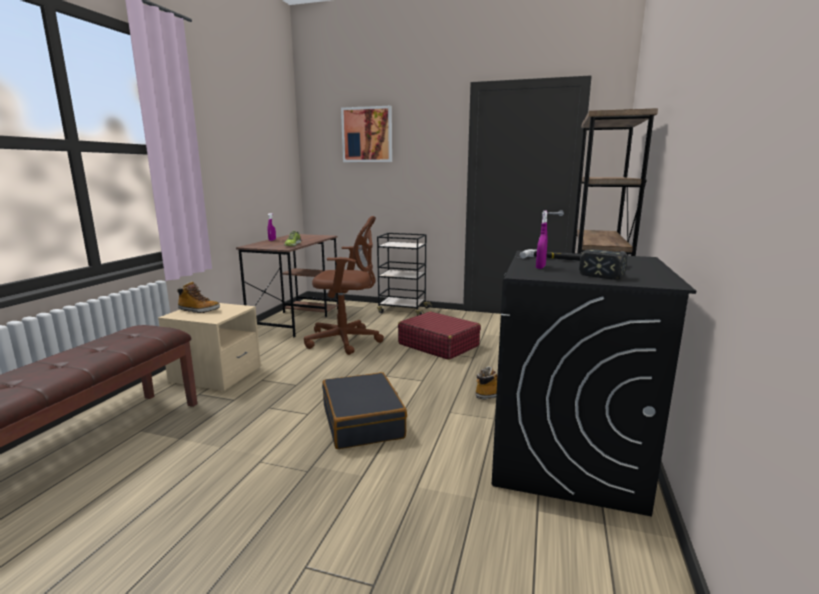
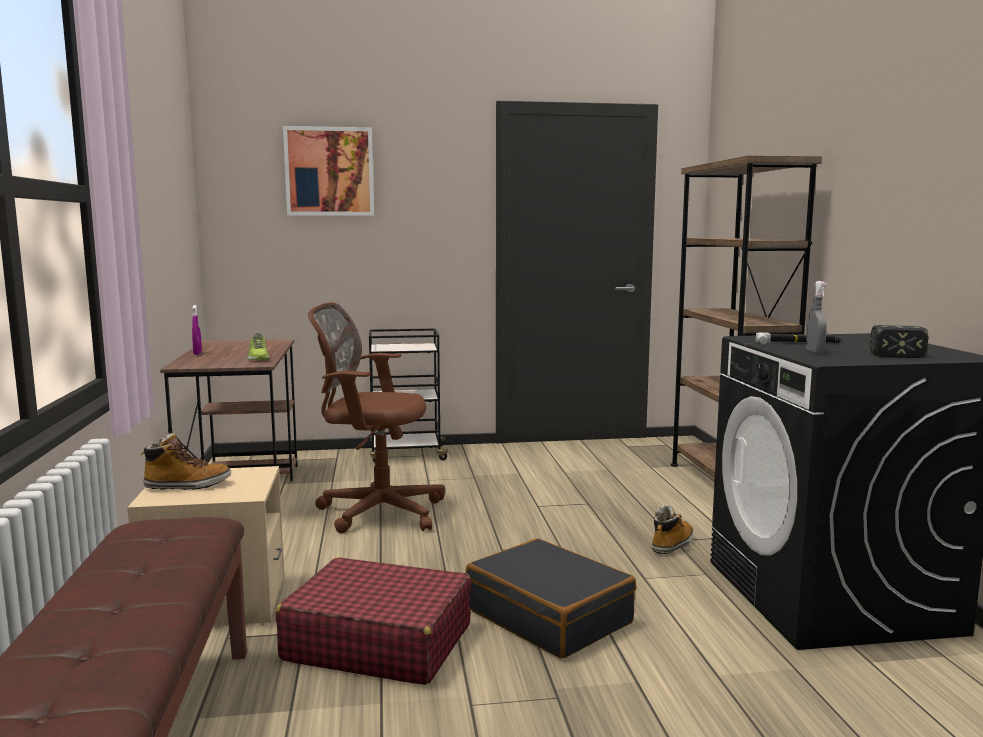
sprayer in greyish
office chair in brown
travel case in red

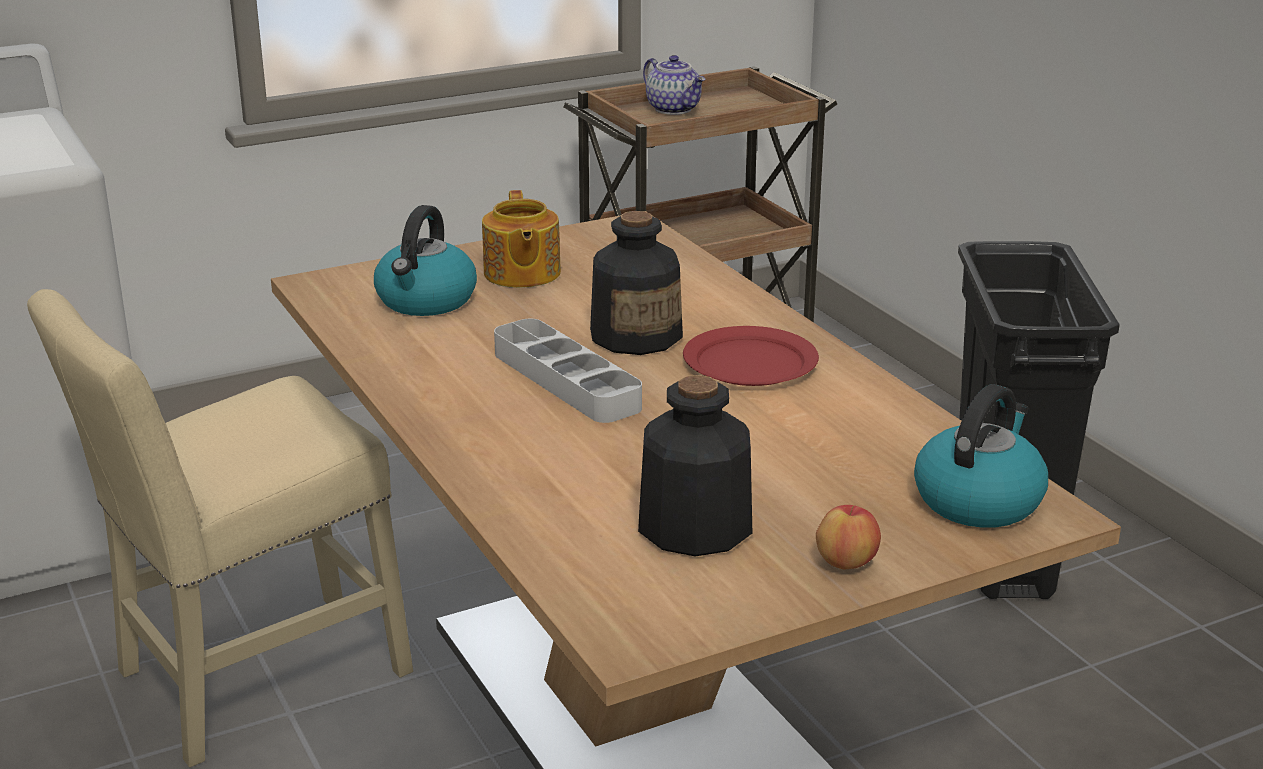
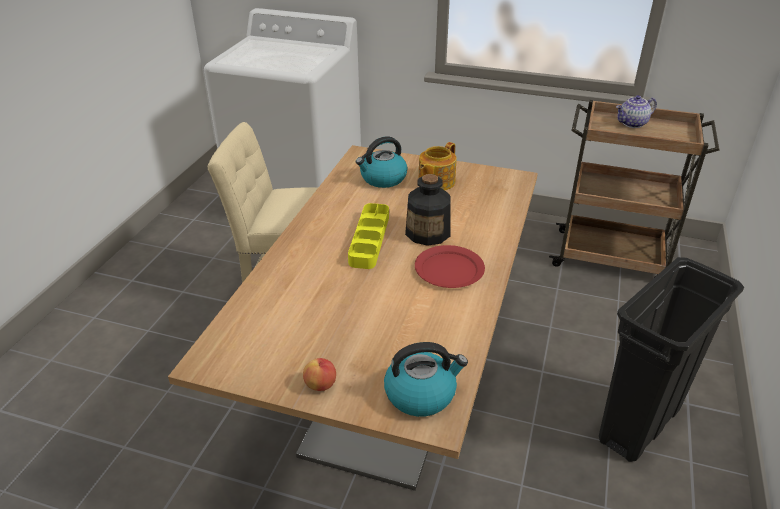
teapot (2nd from left)
tray in yellowish
beverage bottle (2nd from left in the first image)

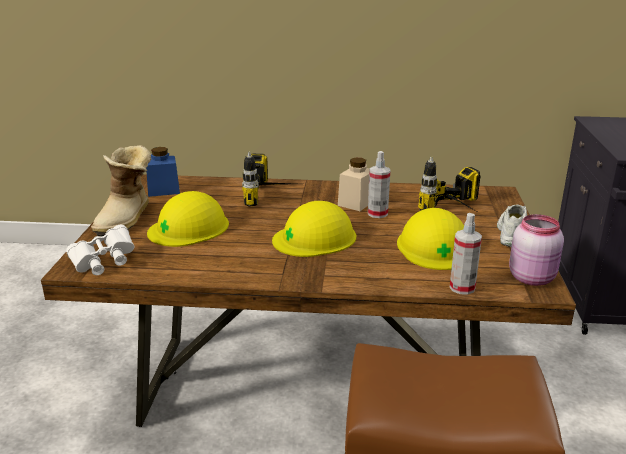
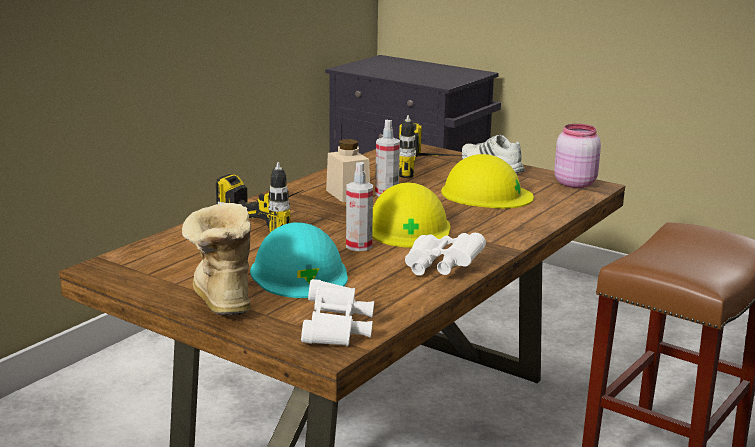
tall boot
preserve jar in blue-coloured
work helmet in blue-green
sprayer (1st from left)
pair of binoculars in whitish (2nd from left)

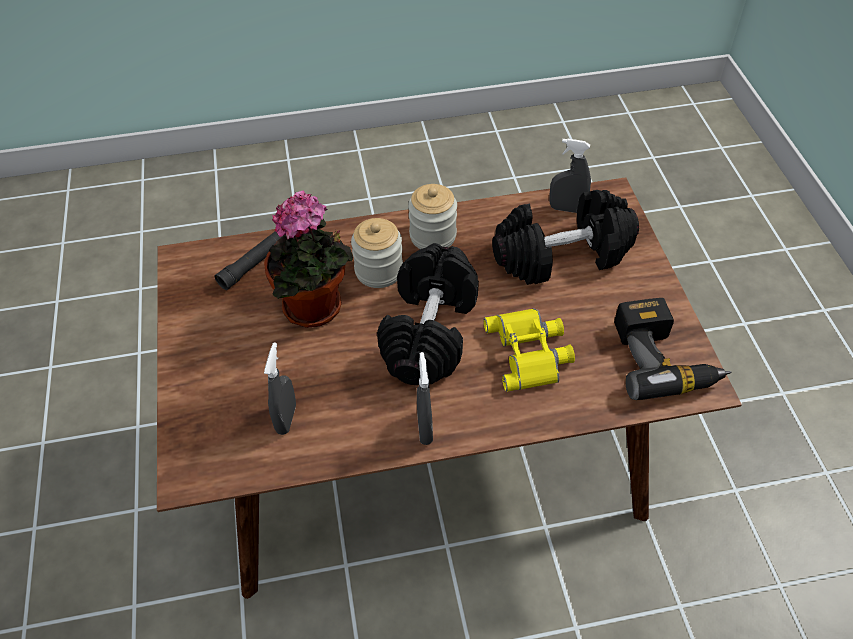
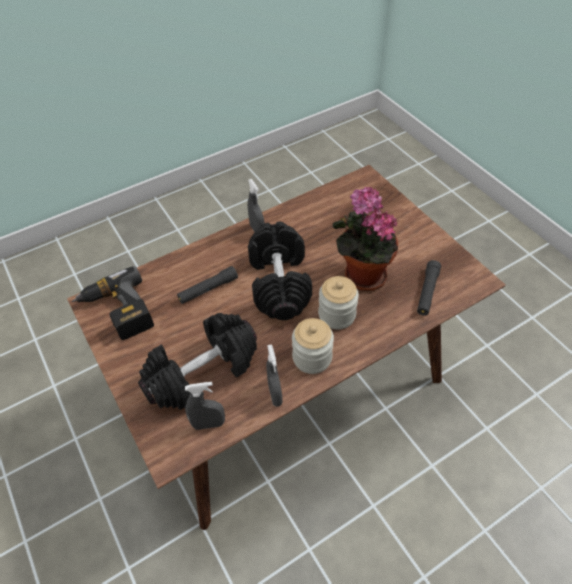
flashlight in black-coloured (1st from left)
sprayer in greyish (3rd from left)

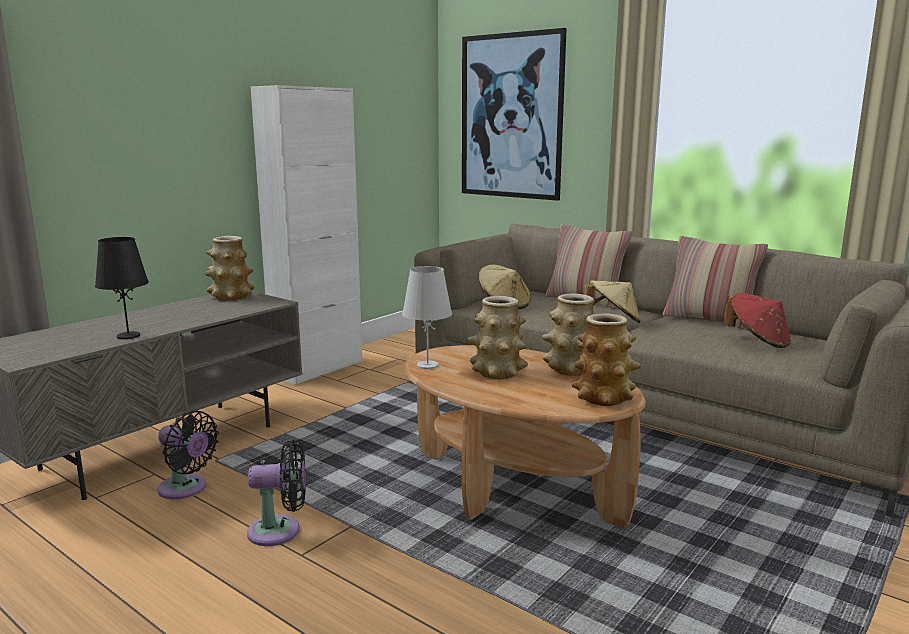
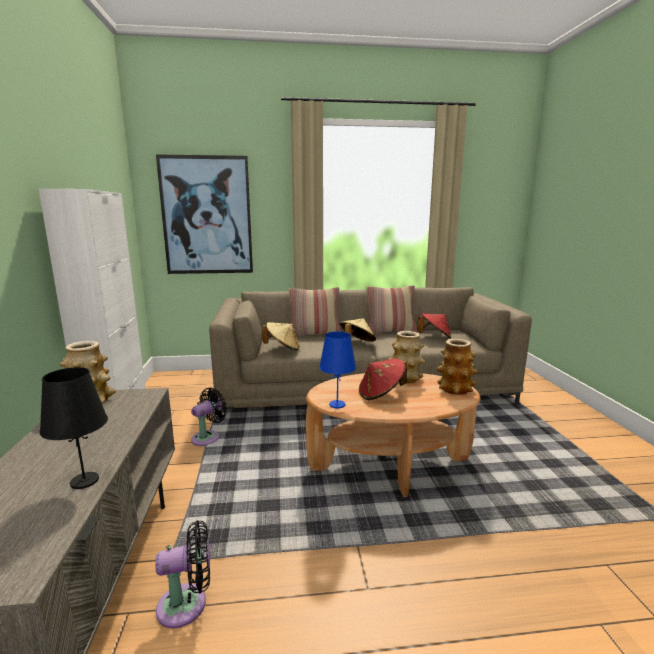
table lamp in blue-coloured
hat in red (1st from left)
fan in black-coloured (2nd from left)

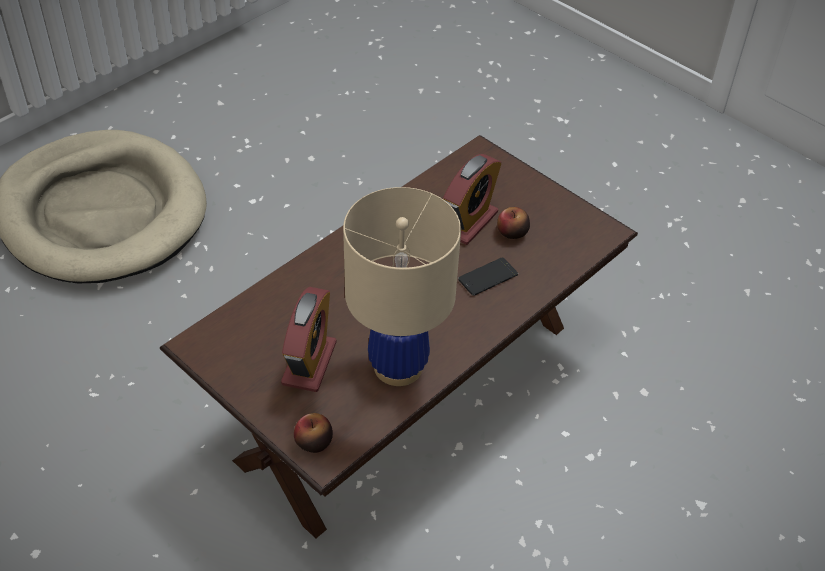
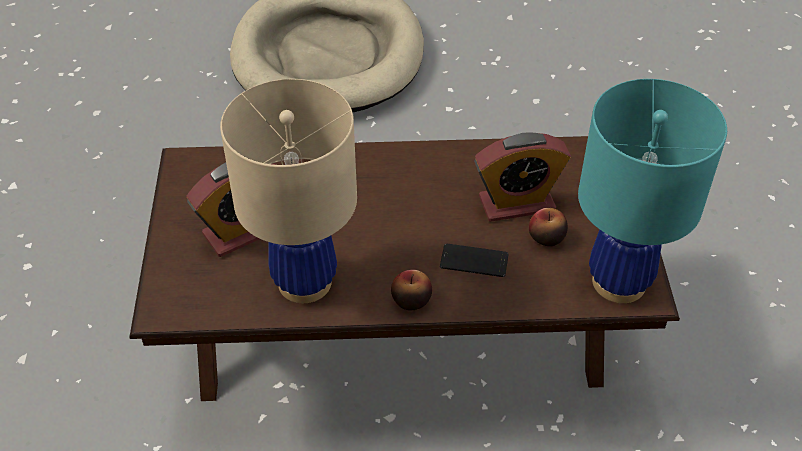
apple fruit (1st from left)
table lamp in blue-green

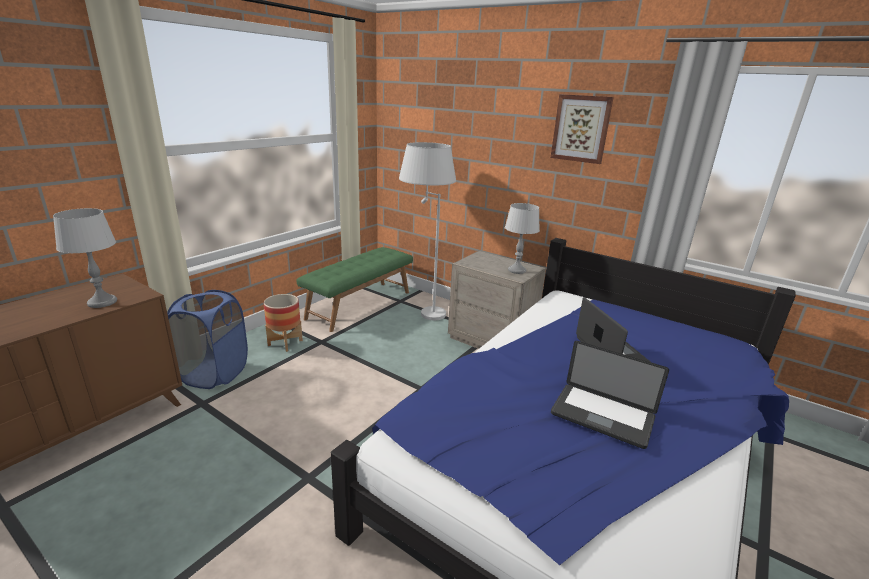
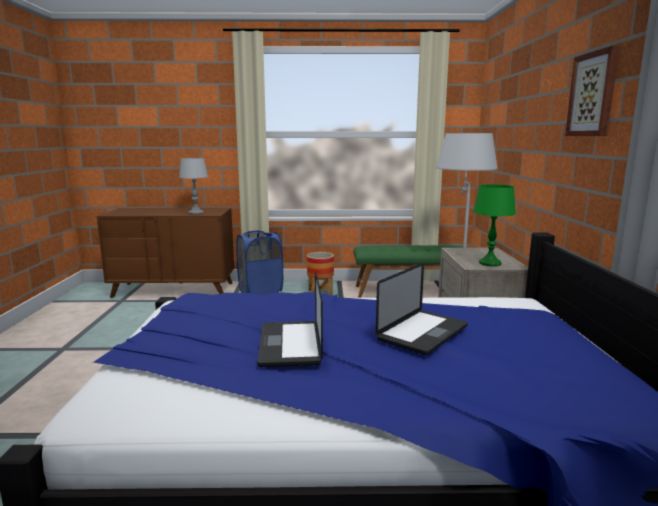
table lamp in green

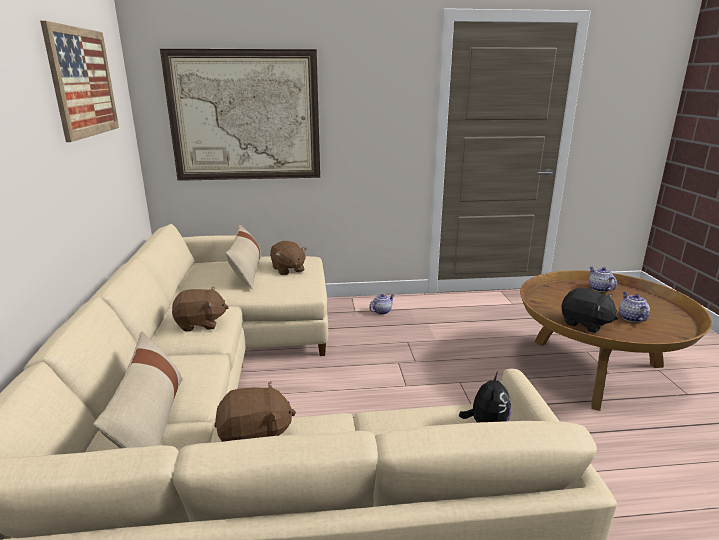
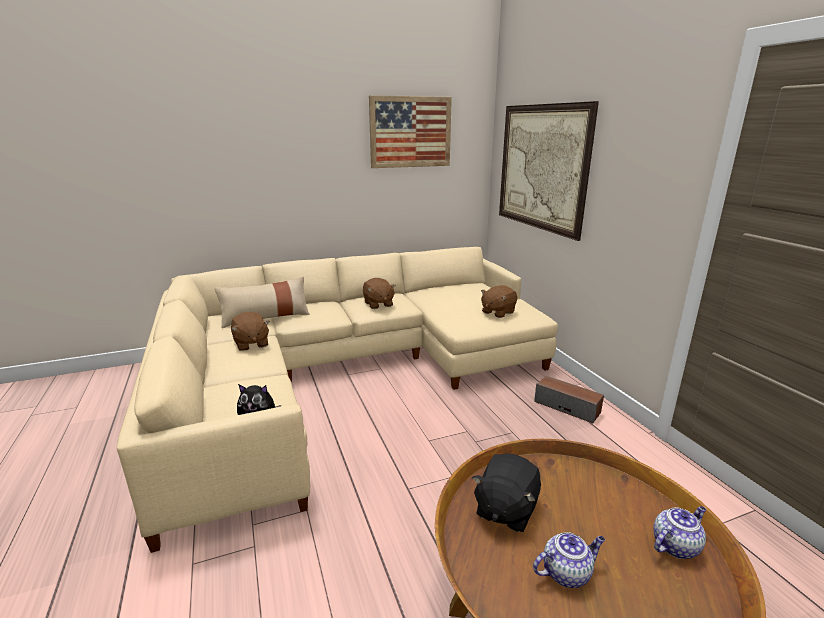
cushion in sand-coloured (2nd from left in the first image)
speaker

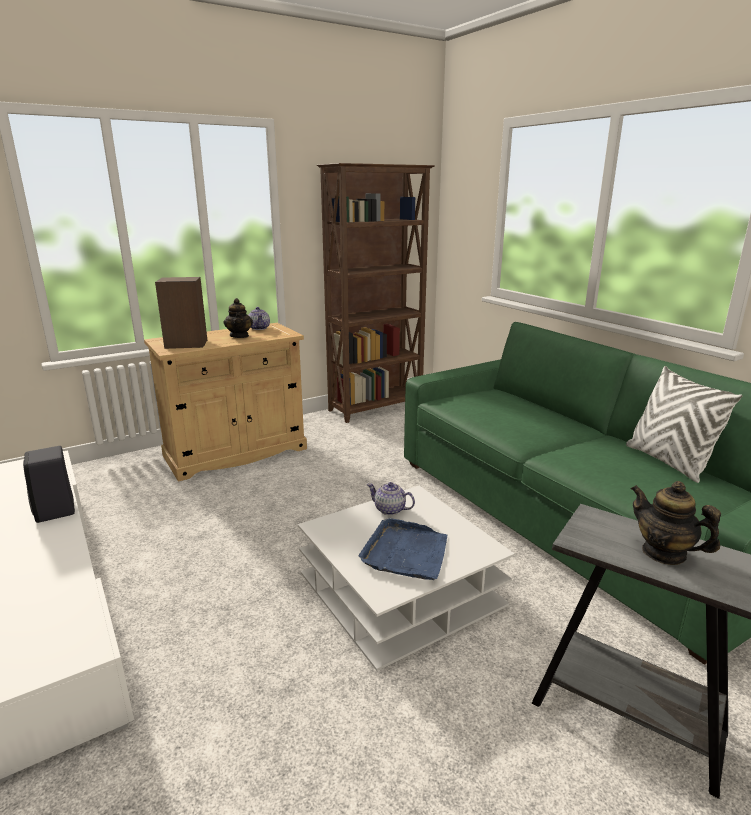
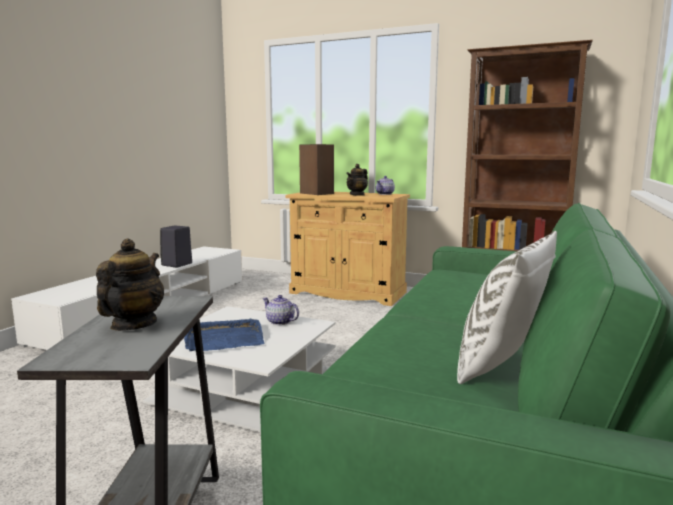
teapot (2nd from left)

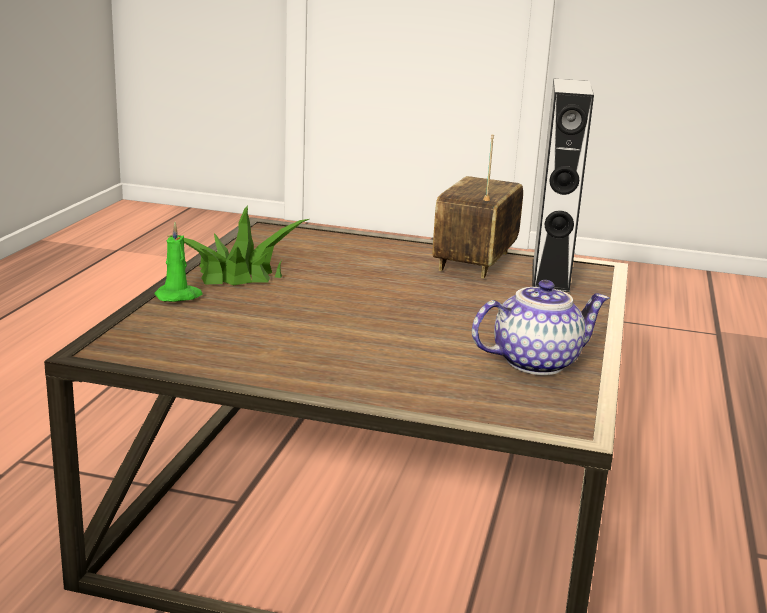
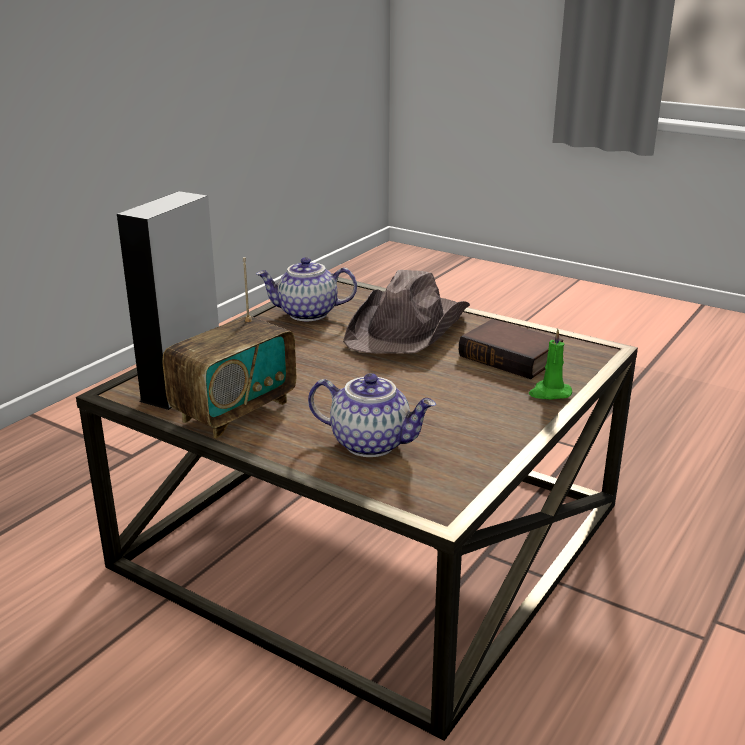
potted plant
hat in brown
bound book
teapot (2nd from left)

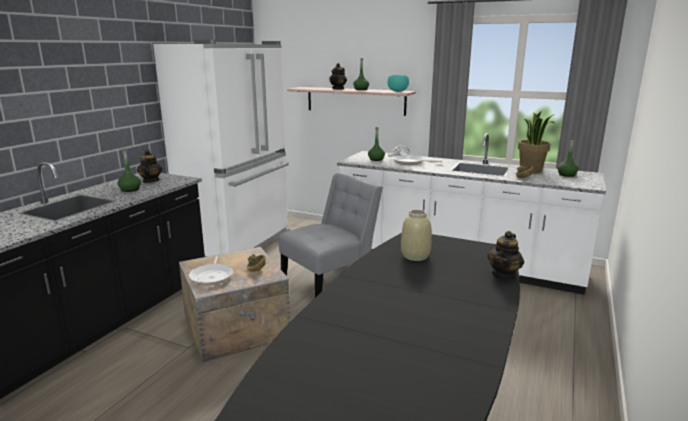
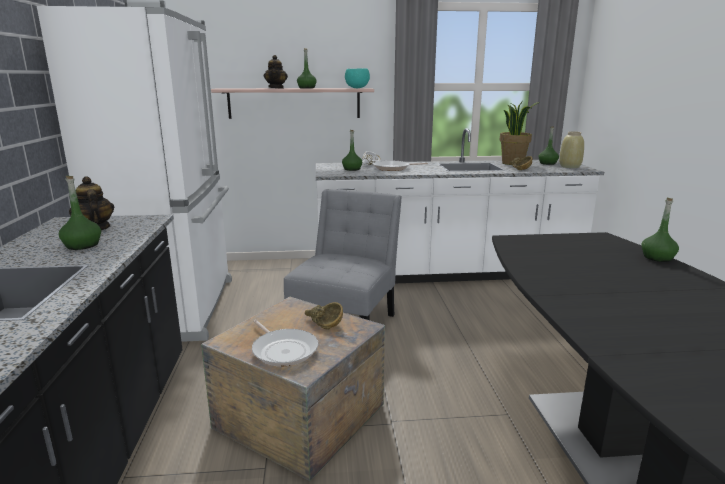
vase in sand-coloured
beverage bottle in green (5th from left)

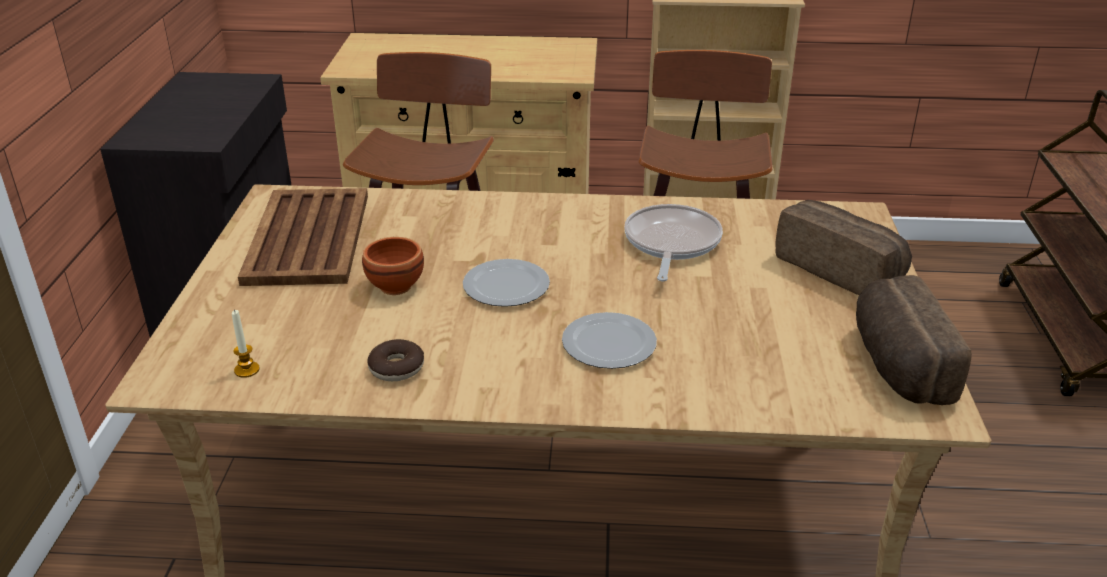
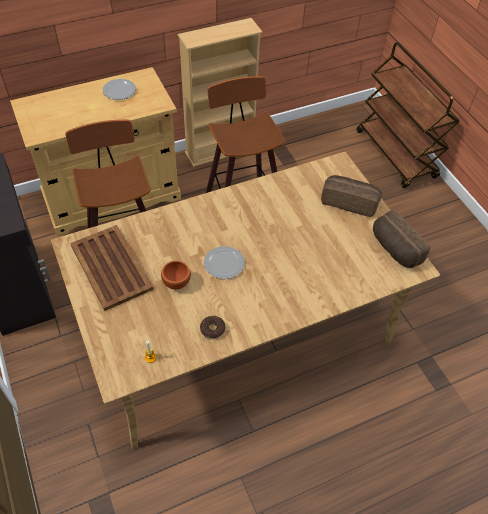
frying pan
dinner plate (1st from left)

